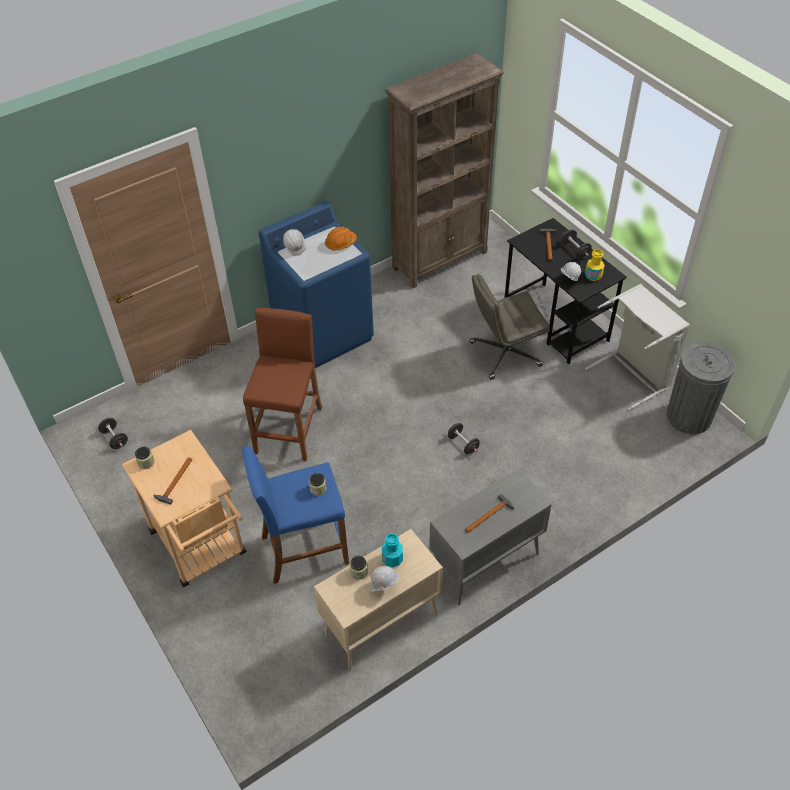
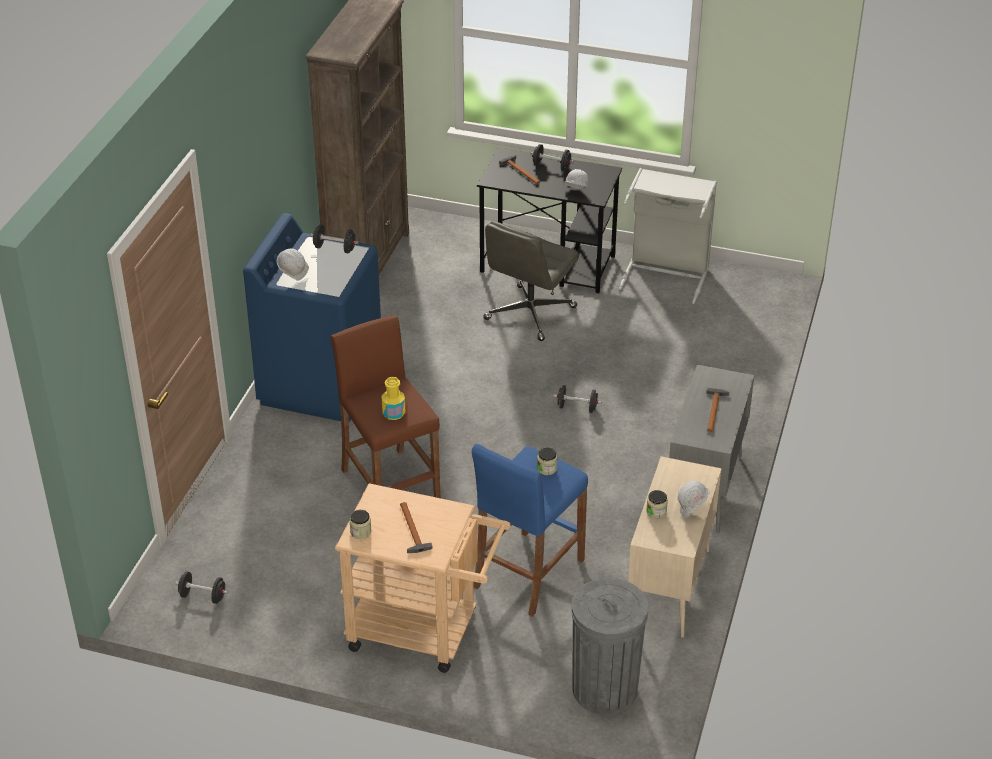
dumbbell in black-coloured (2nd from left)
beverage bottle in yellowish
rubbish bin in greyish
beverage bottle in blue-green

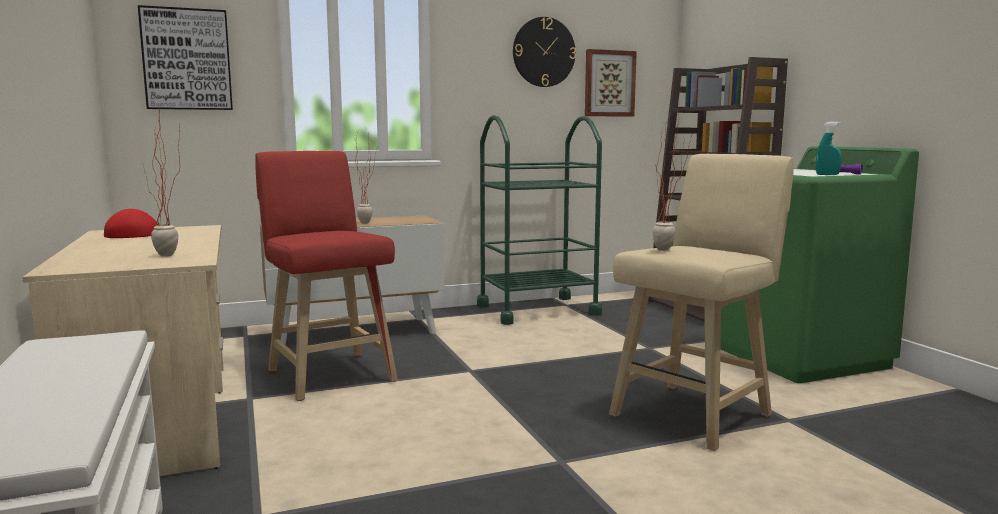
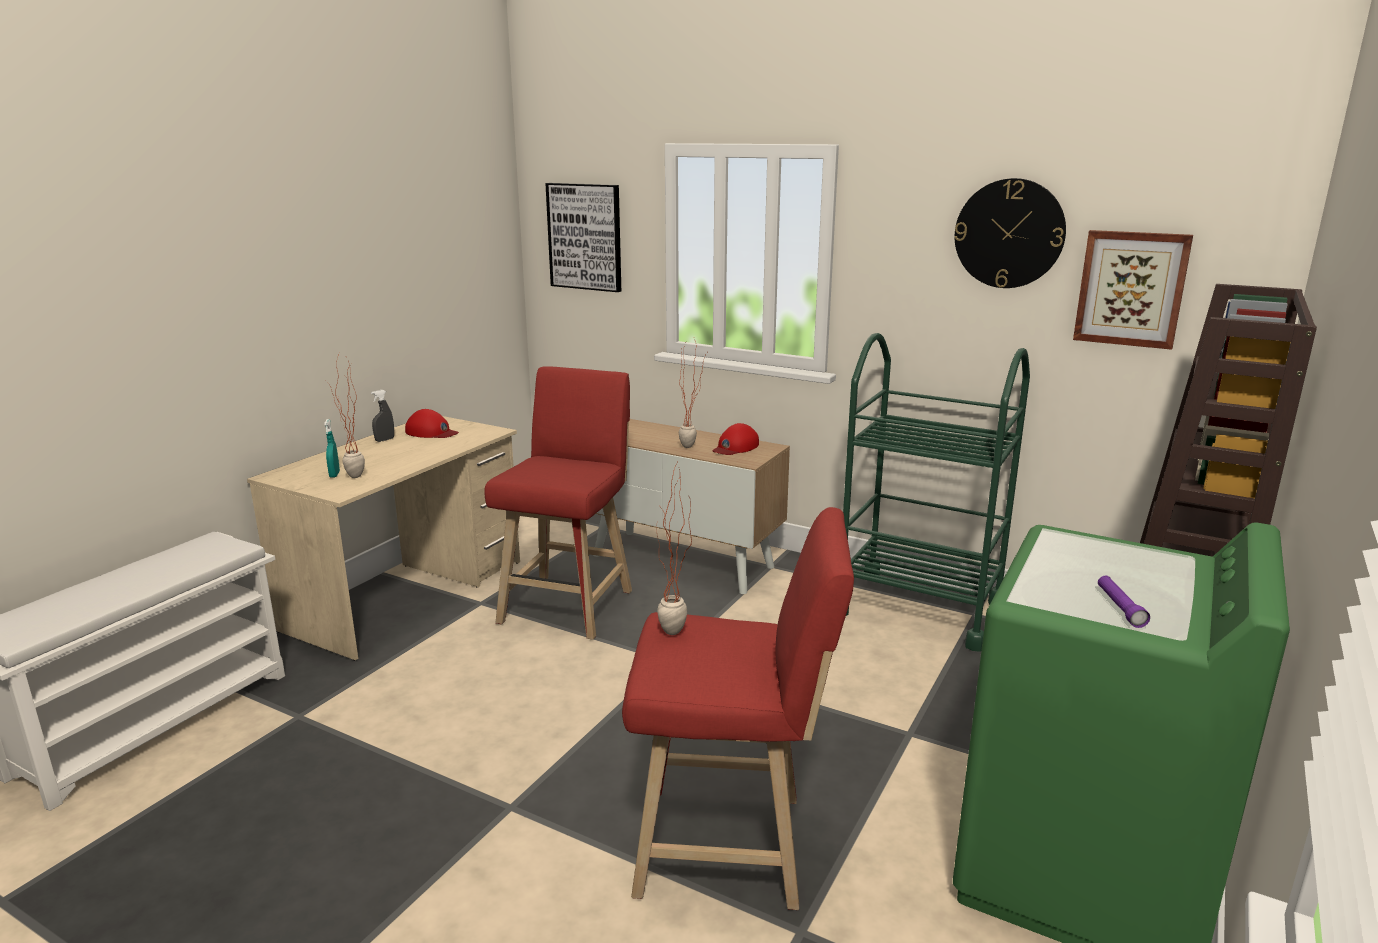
sprayer in blue-green
sitting stool in red (2nd from left)
sprayer in greyish
peaked cap in red (2nd from left)

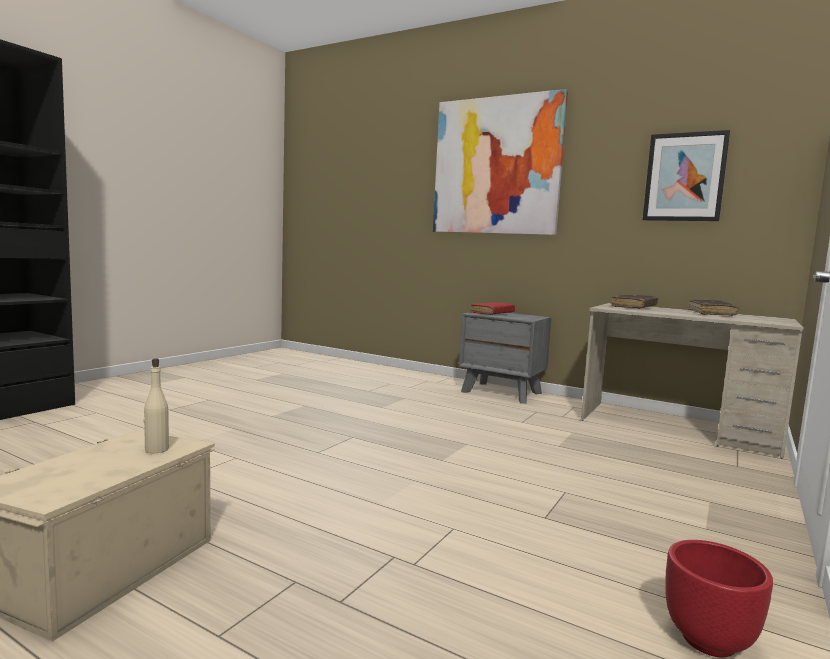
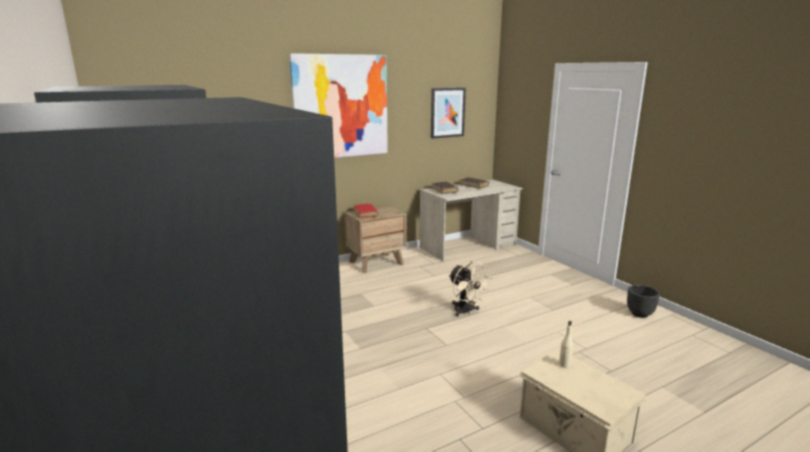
nightstand in brown
plant pot in black-coloured
fan in sand-coloured

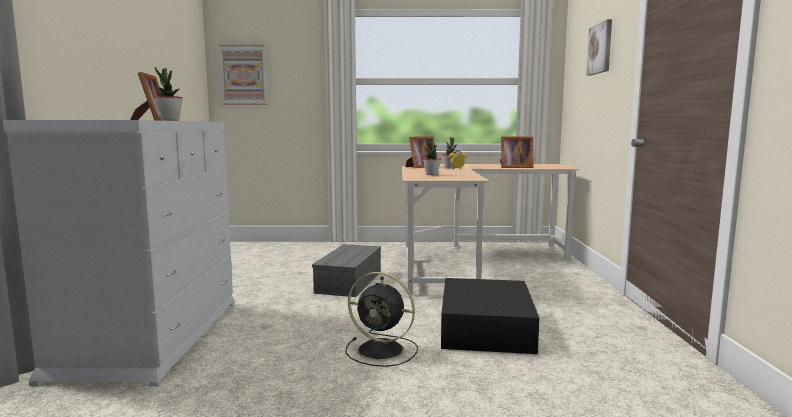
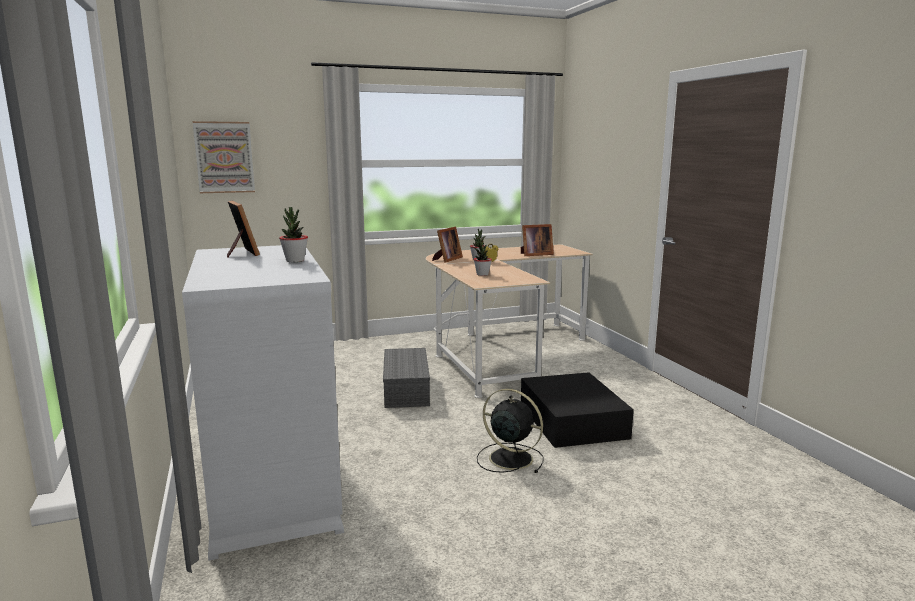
picture (2nd from left in the first image)
fan in black-coloured

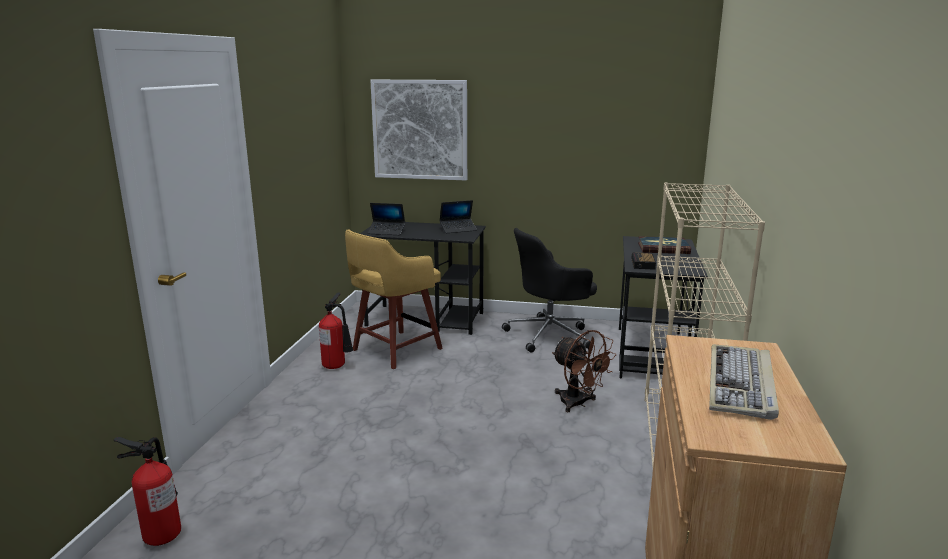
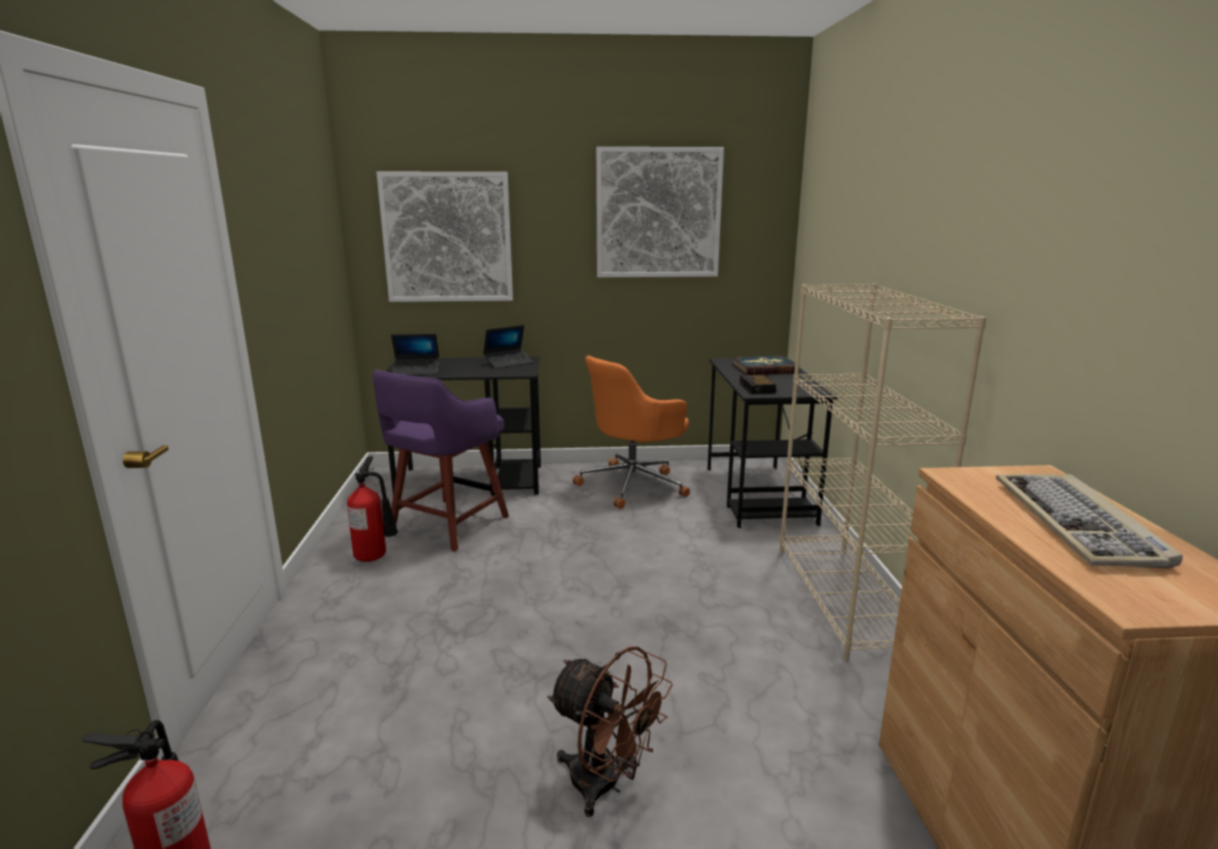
office chair in orange-coloured
sitting stool in purple-coloured
fan in brown
picture (2nd from left)

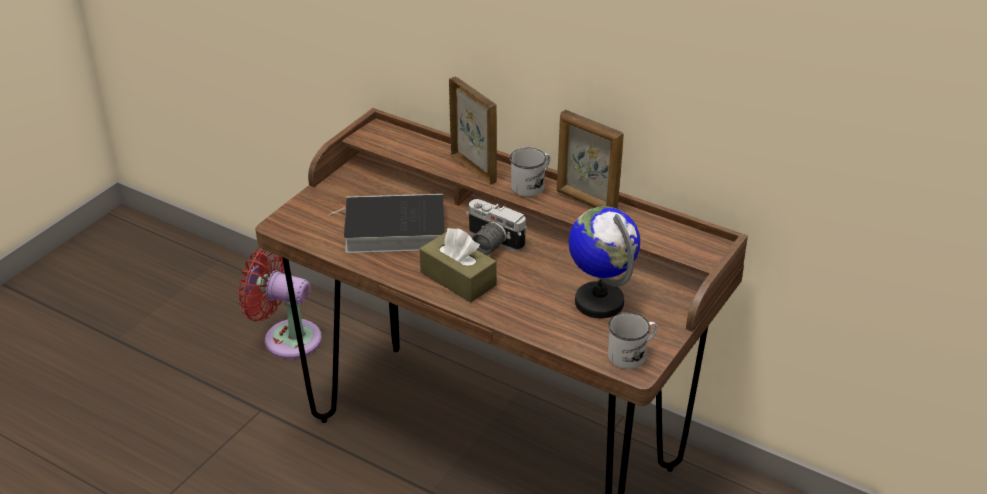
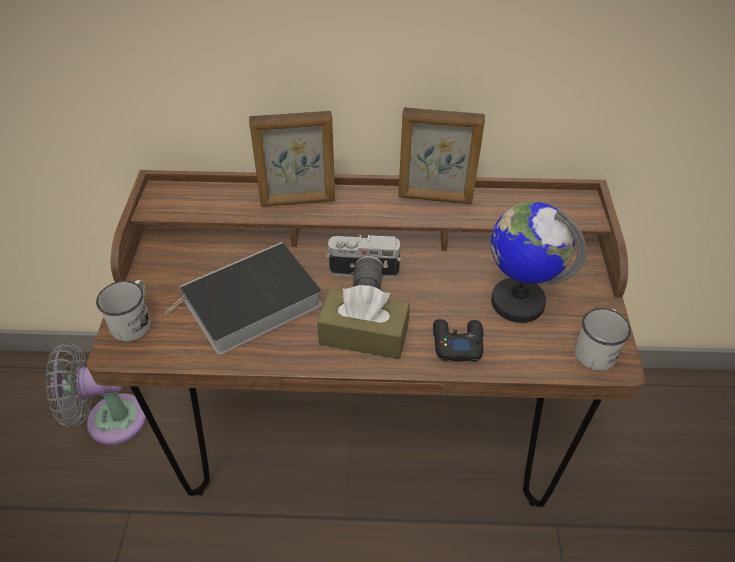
picture frame (1st from left)
coffee mug in whitish (1st from left)
fan in greyish
gamepad in black-coloured

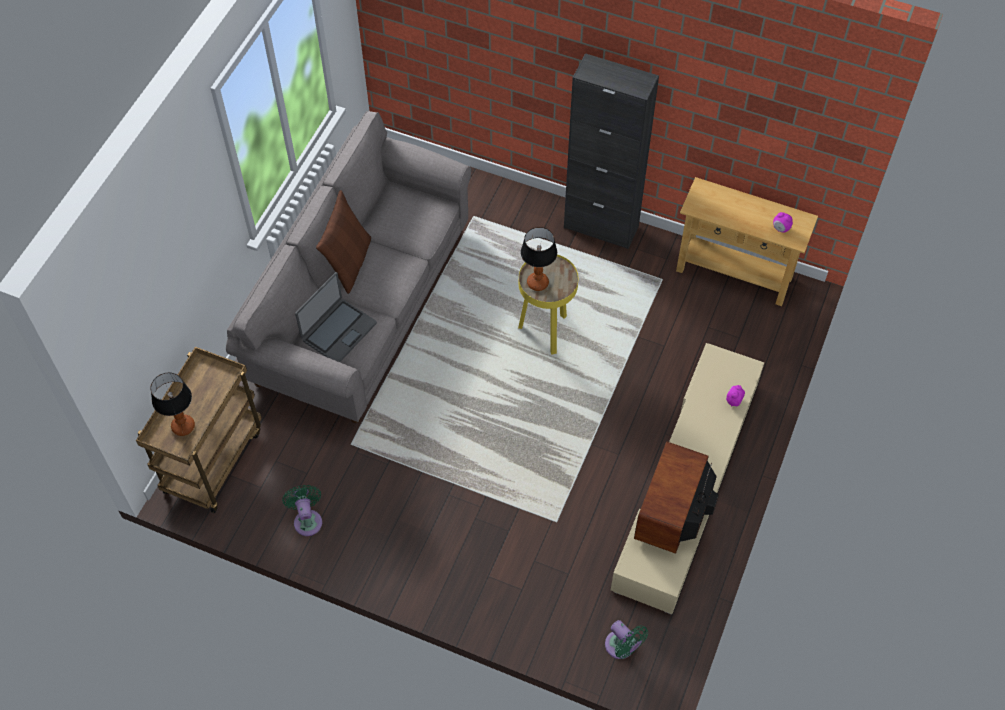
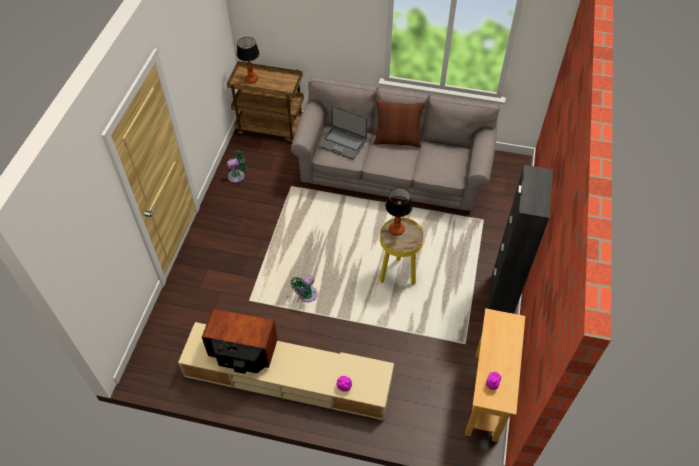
fan in green (2nd from left)

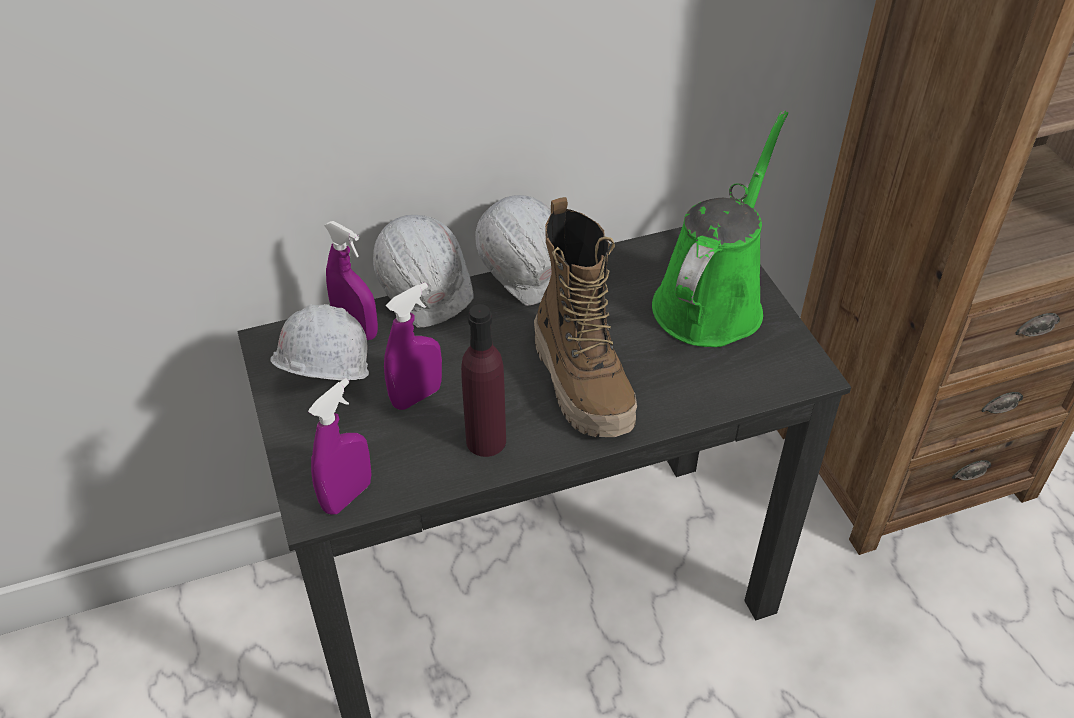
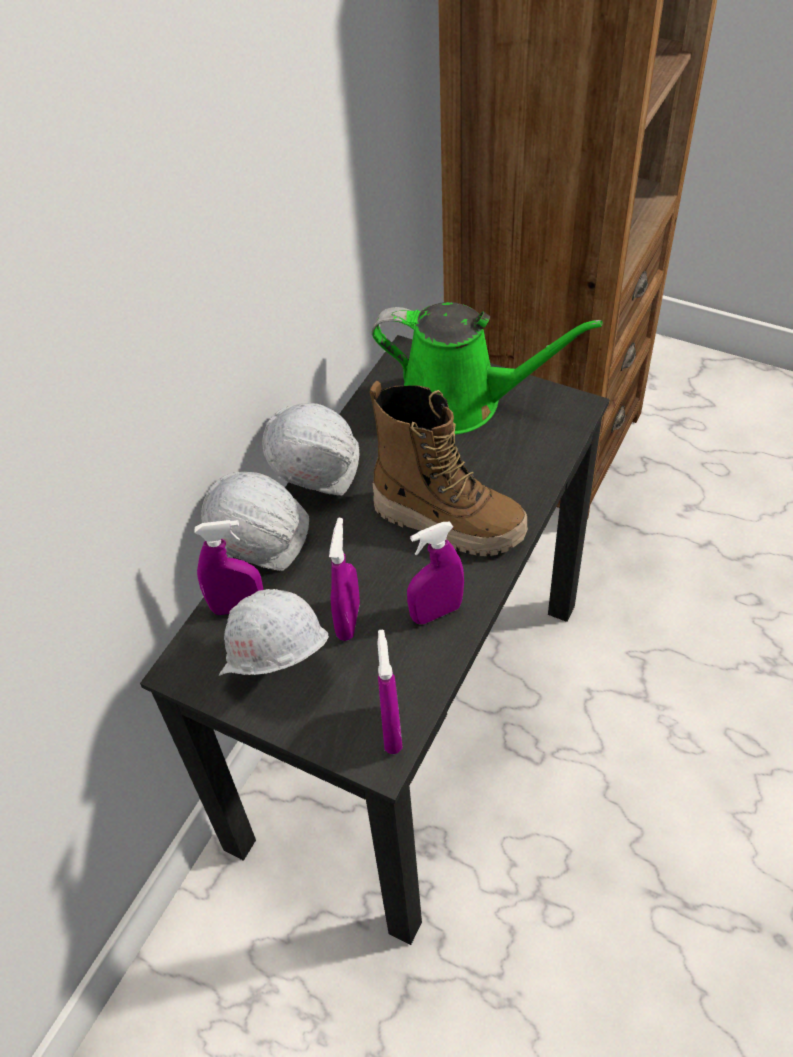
watering can in green
sprayer in purple-coloured (4th from left)

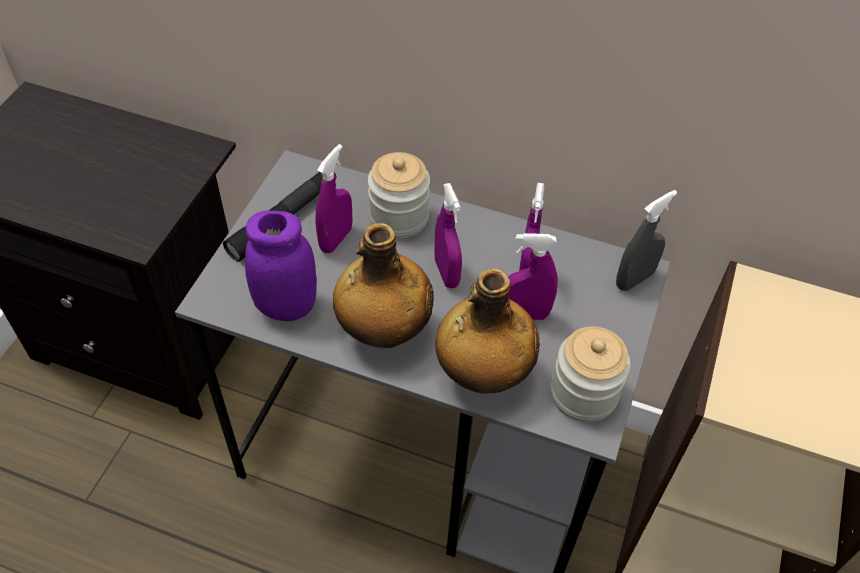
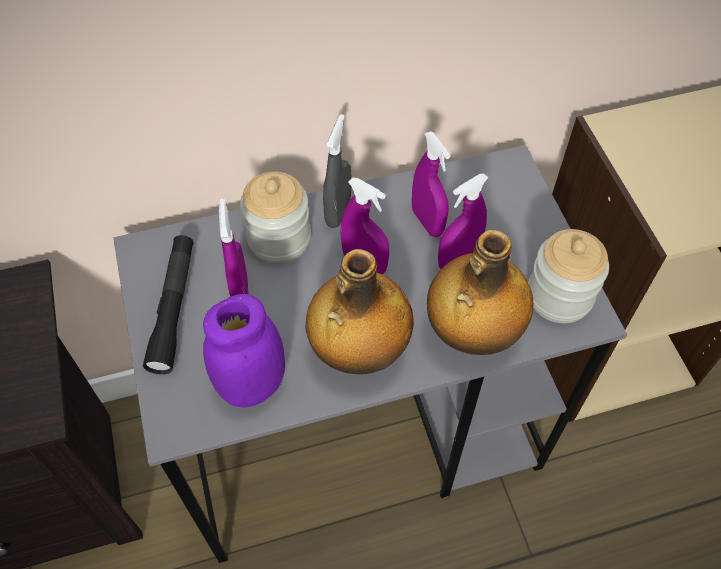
sprayer in greyish

